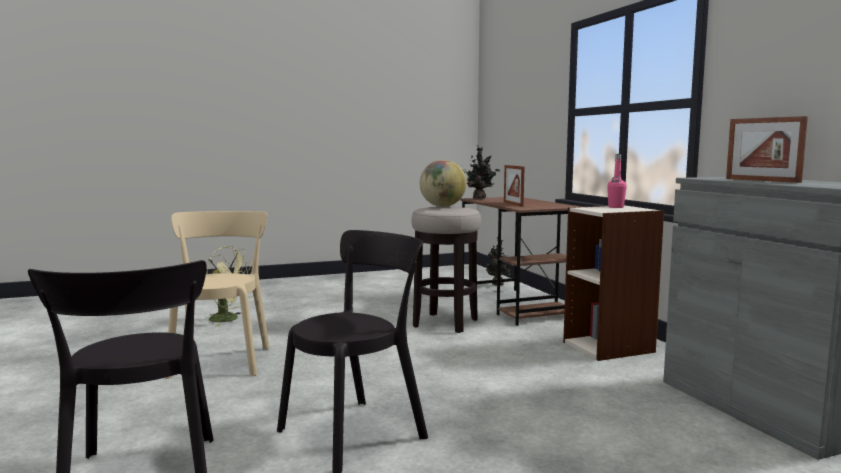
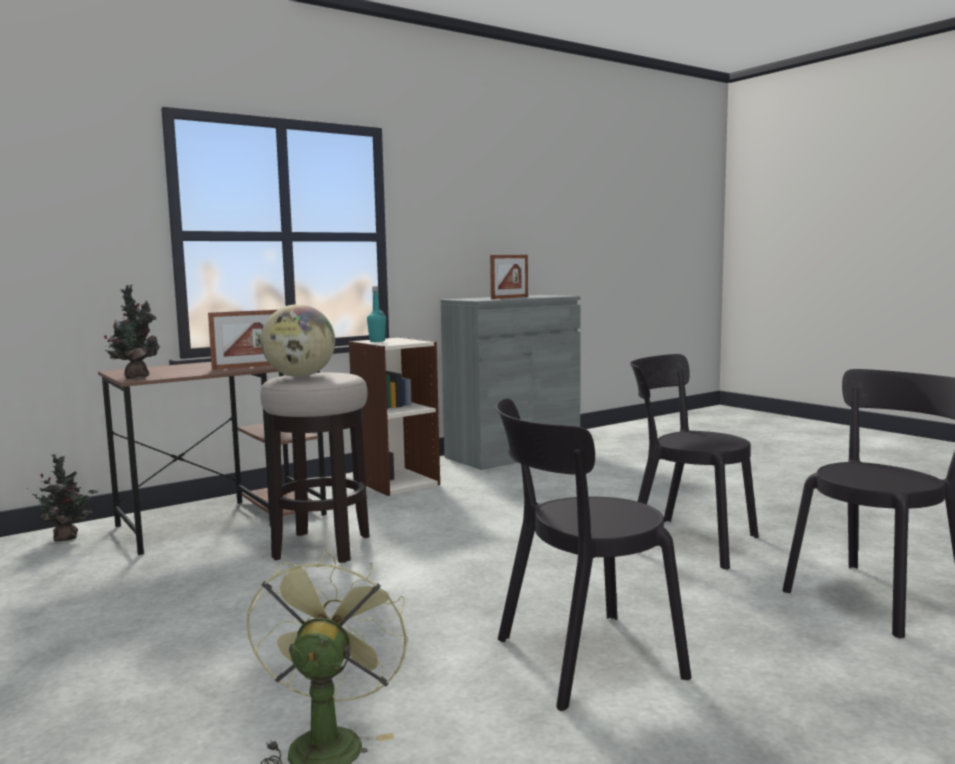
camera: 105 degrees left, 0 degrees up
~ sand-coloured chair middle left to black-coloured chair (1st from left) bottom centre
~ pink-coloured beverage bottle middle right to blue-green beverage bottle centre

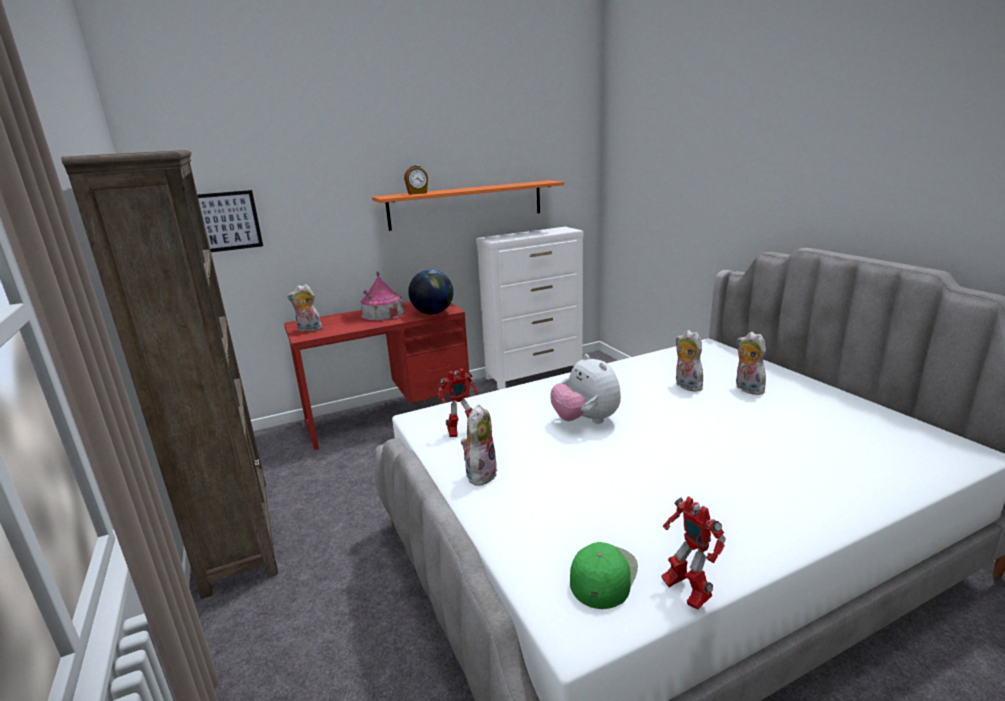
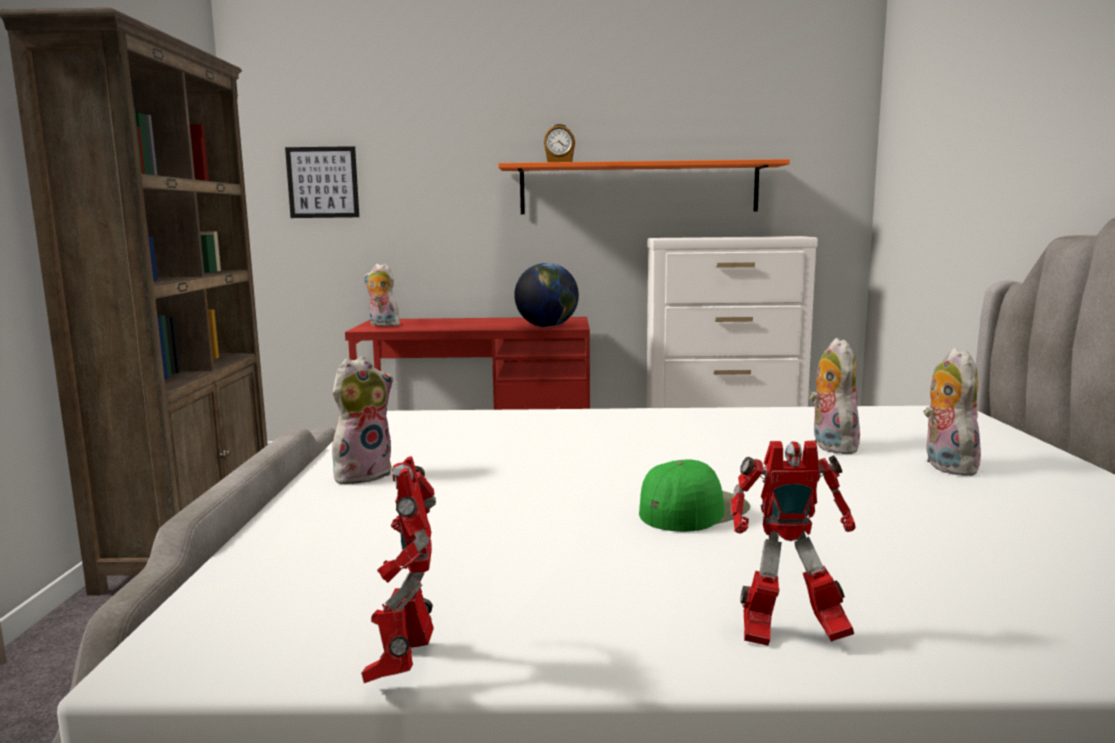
camera: 25 degrees right, 10 degrees down
- miniature house centre
- plush toy (3rd from left) centre
~ robot figure (1st from left in the first image) centre to robot figure (2nd from left) bottom right
~ greenish peaked cap bottom centre to centre

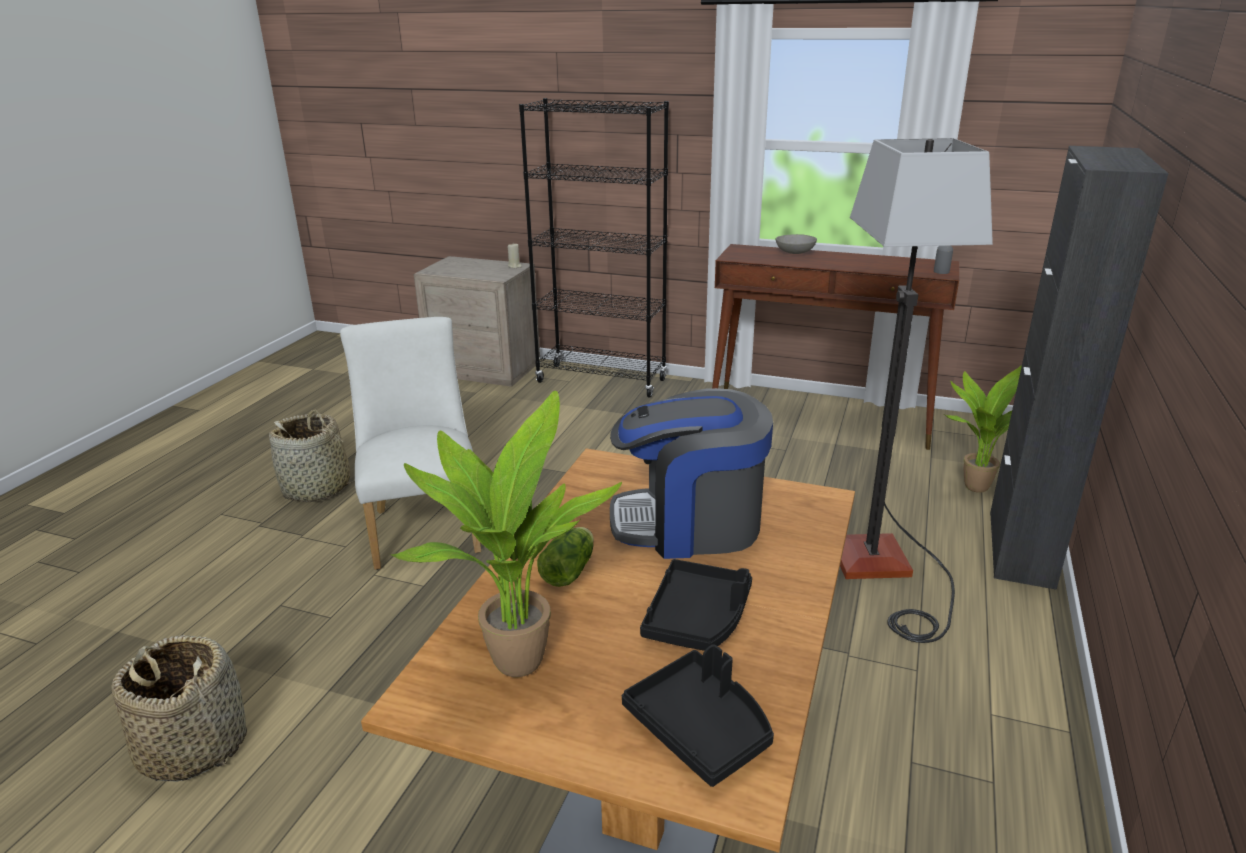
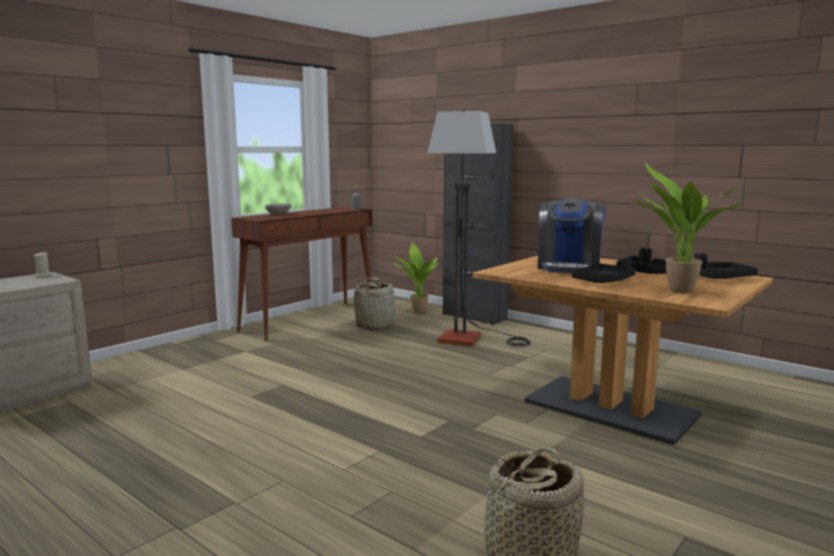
camera: 70 degrees left, 15 degrees down
- white chair middle left
- black-coloured bookshelf top centre
~ household basket (2nd from left in the first image) middle left to household basket (1st from left) centre
~ lettuce centre to black-coloured carrying tray (1st from left) middle right

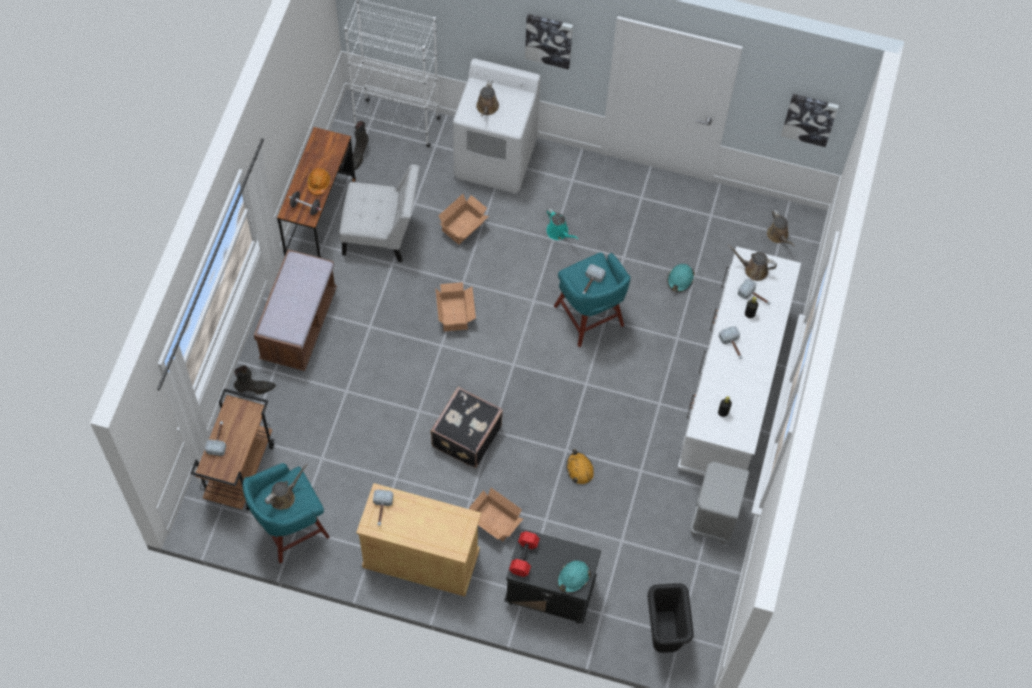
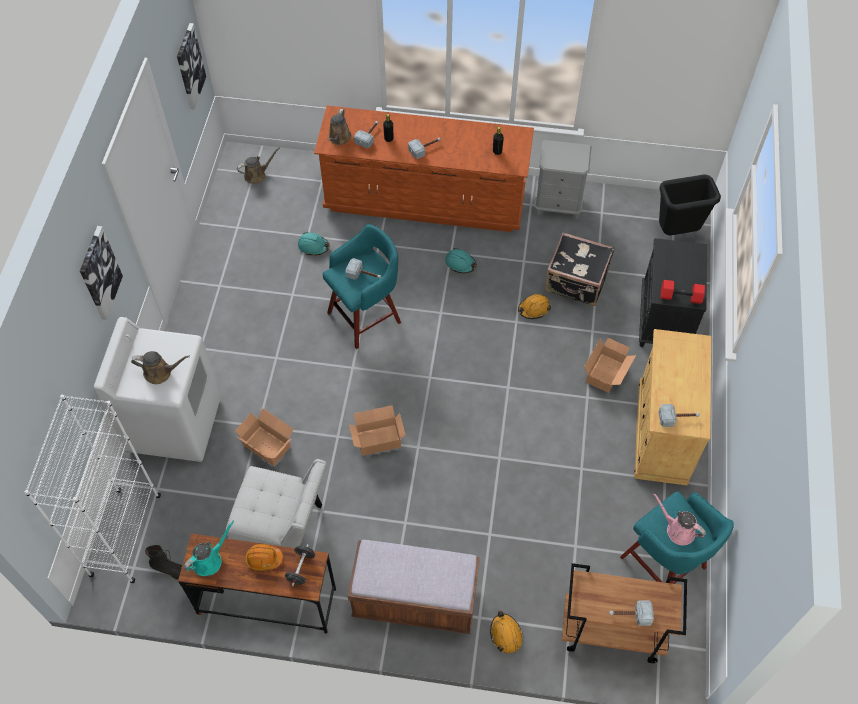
camera: 95 degrees left, 5 degrees down
~ black-coloured suitcase centre to middle right
~ blue-green watering pot top centre to bottom left
~ blue-green work helmet (1st from left in the first image) bottom centre to blue-green work helmet (2nd from left) centre
~ black-coloured tall boot (1st from left) middle left to orange work helmet (2nd from left) bottom centre
~ brown watering pot (1st from left) bottom left to pink-coloured watering pot bottom right
~ white dresser middle right to brown dresser top centre
~ white chair top centre = bottom left 105 degrees clockwise

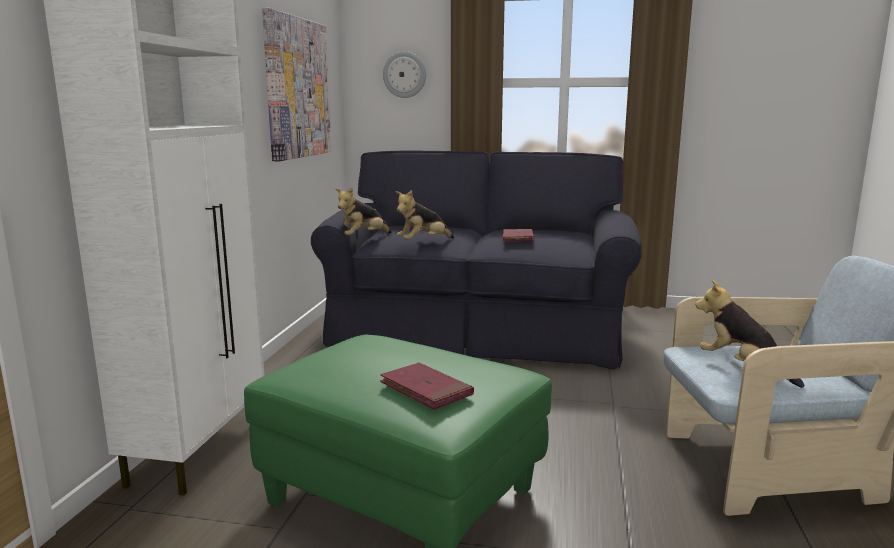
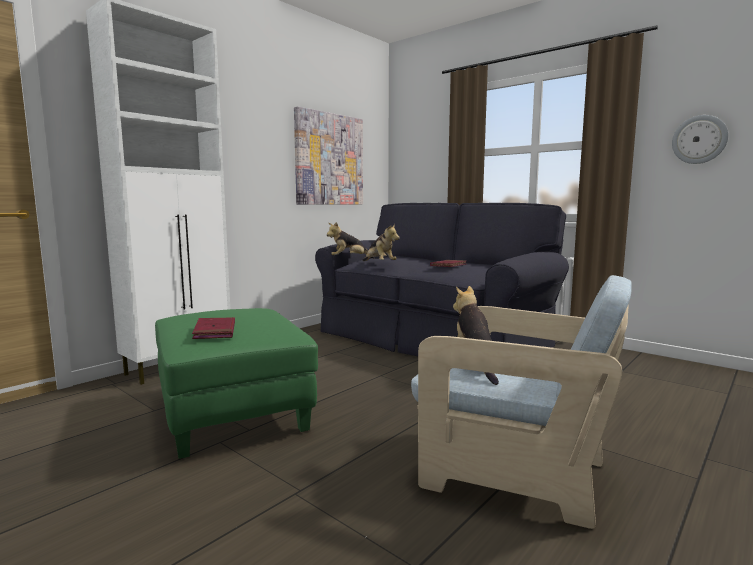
camera: 30 degrees right, 5 degrees down
~ clock on the wall top centre to top right
~ plush toy (2nd from left) centre = centre 120 degrees counterclockwise

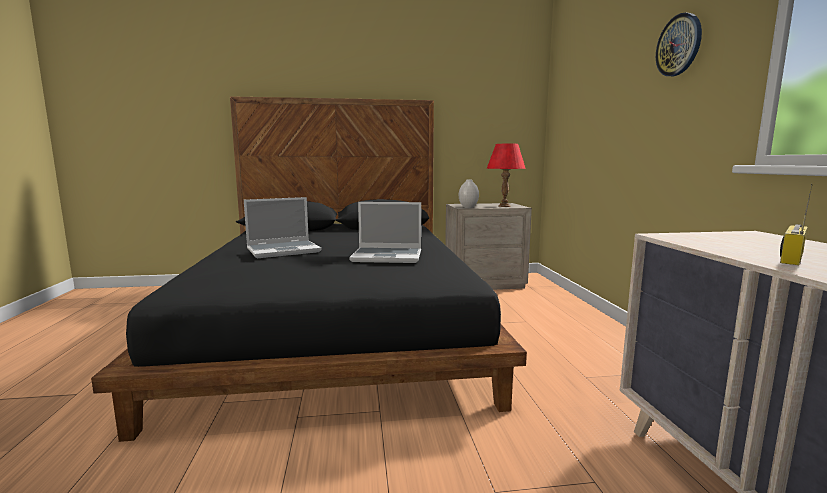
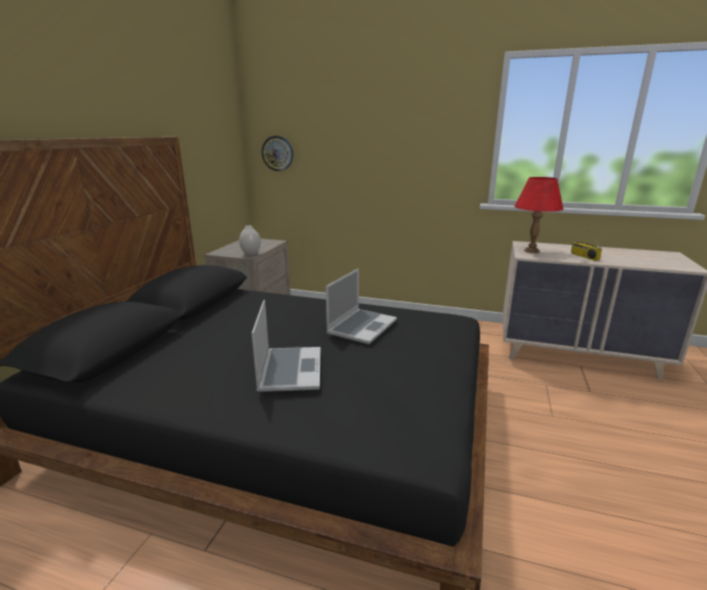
camera: 65 degrees left, 10 degrees up
~ red table lamp centre to middle right
~ clock on the wall top right to top centre

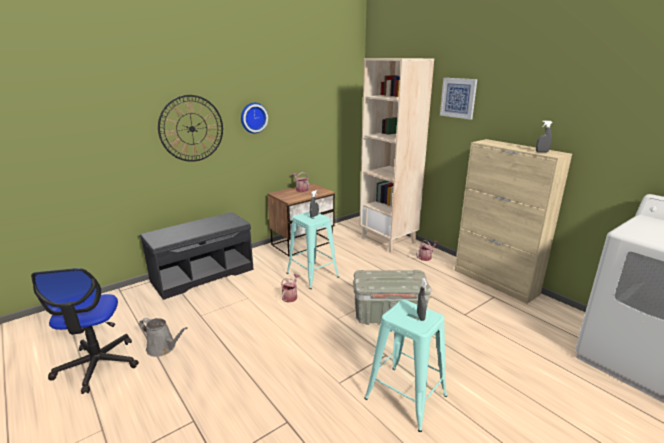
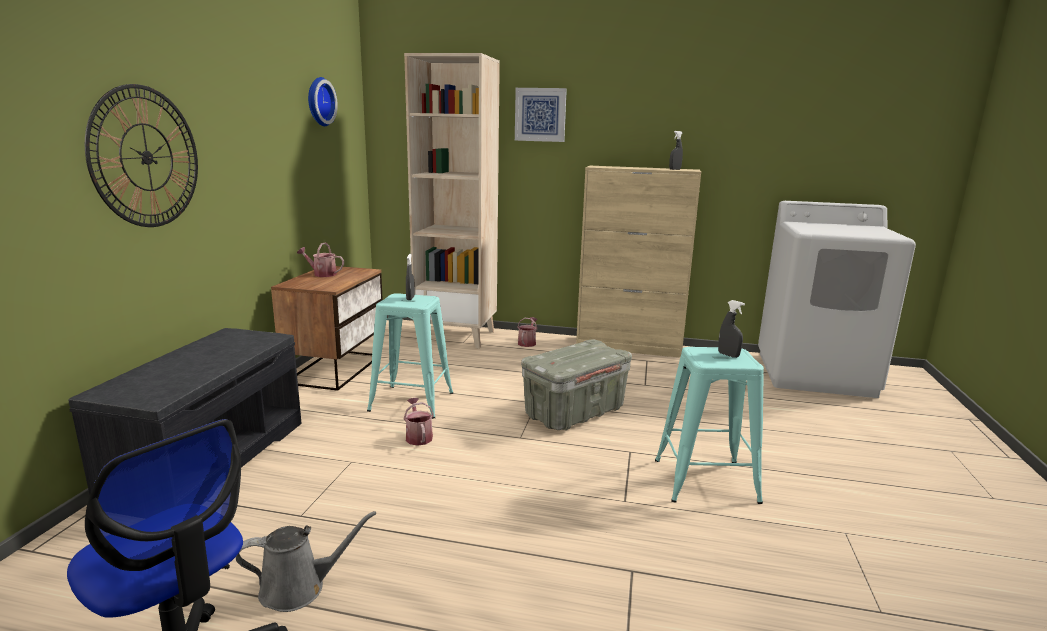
camera: 40 degrees left, 5 degrees down
~ clock on the wall (2nd from left) top centre to top left

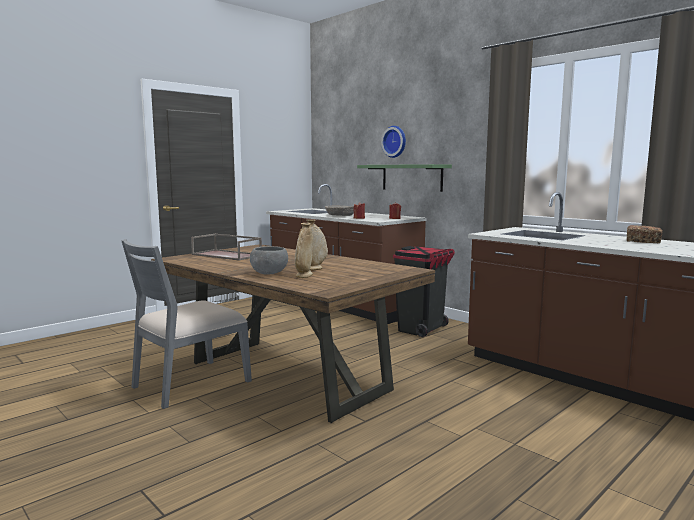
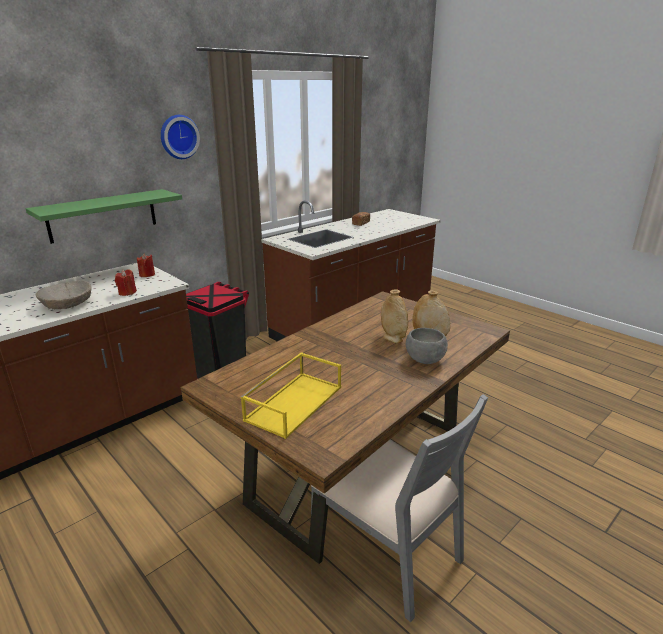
camera: 90 degrees left, 15 degrees up
~ clock on the wall top centre to top left
~ brown carrying tray middle left to yellow carrying tray centre

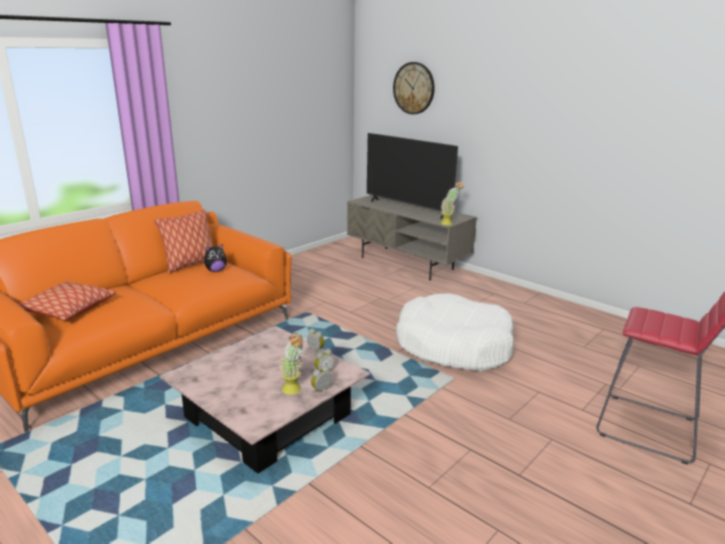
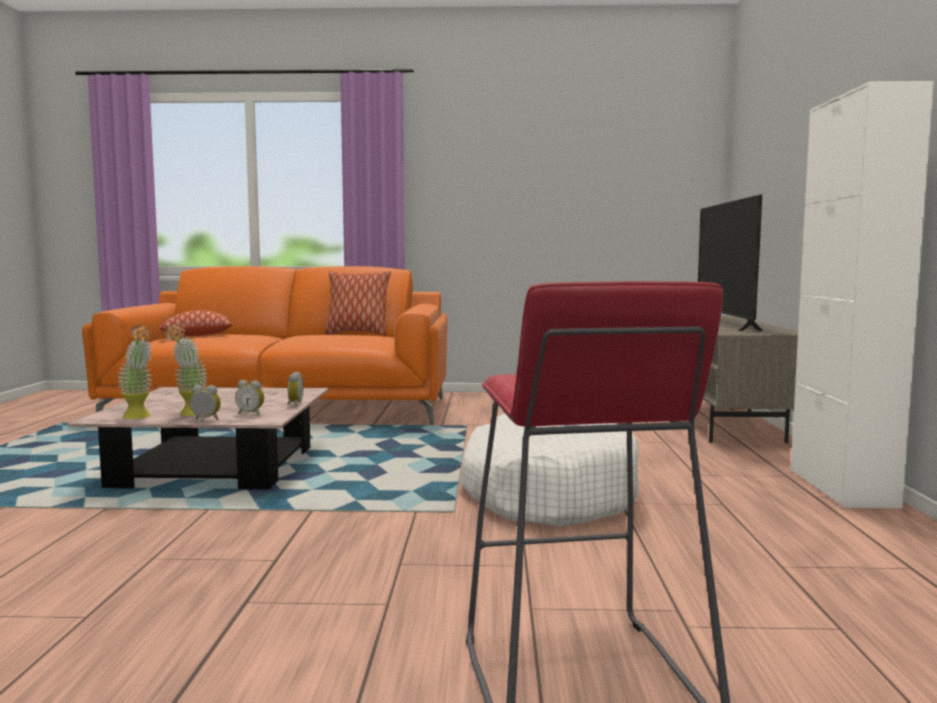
camera: 50 degrees right, 15 degrees down
- plush toy middle left
- clock on the wall top centre
+ white storage cabinet middle right
~ plant in a pot (2nd from left in the first image) centre to plant in a pot (1st from left) middle left

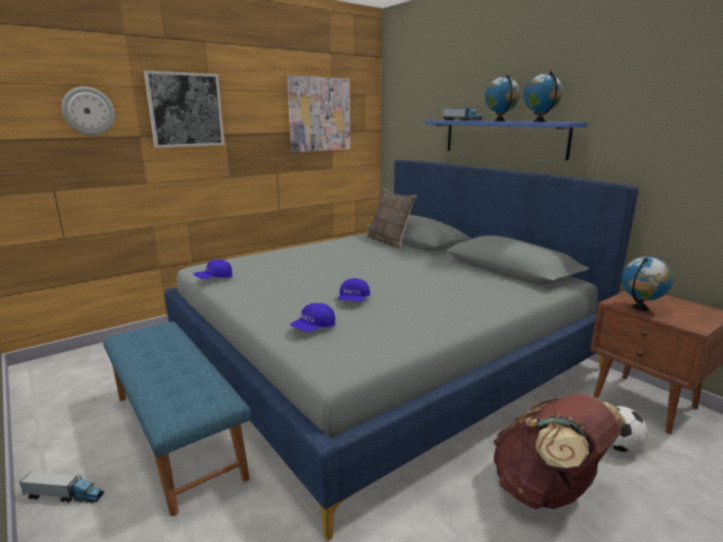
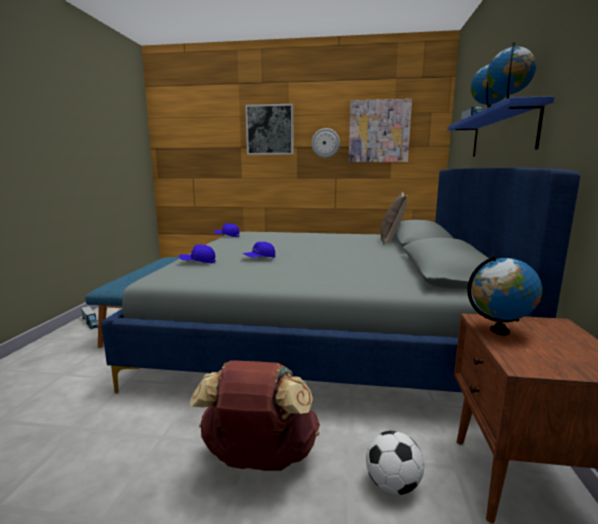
camera: 45 degrees right, 5 degrees down
~ clock on the wall top left to top centre

